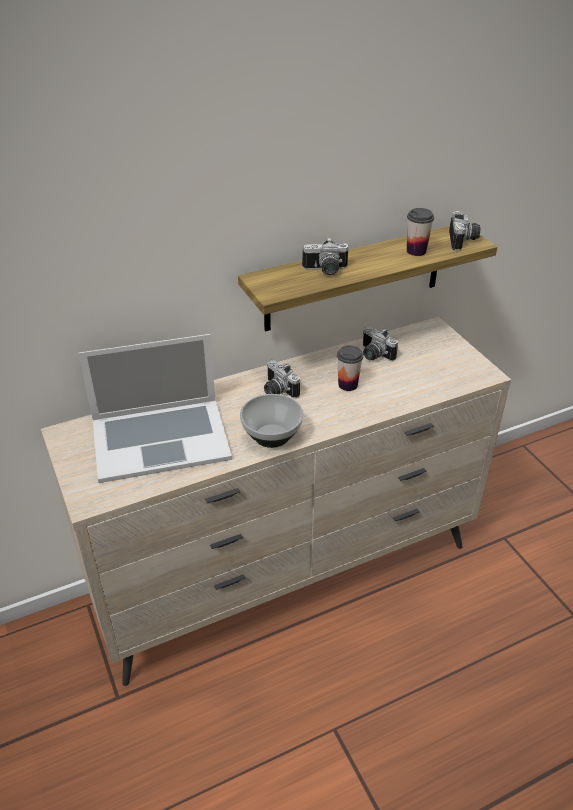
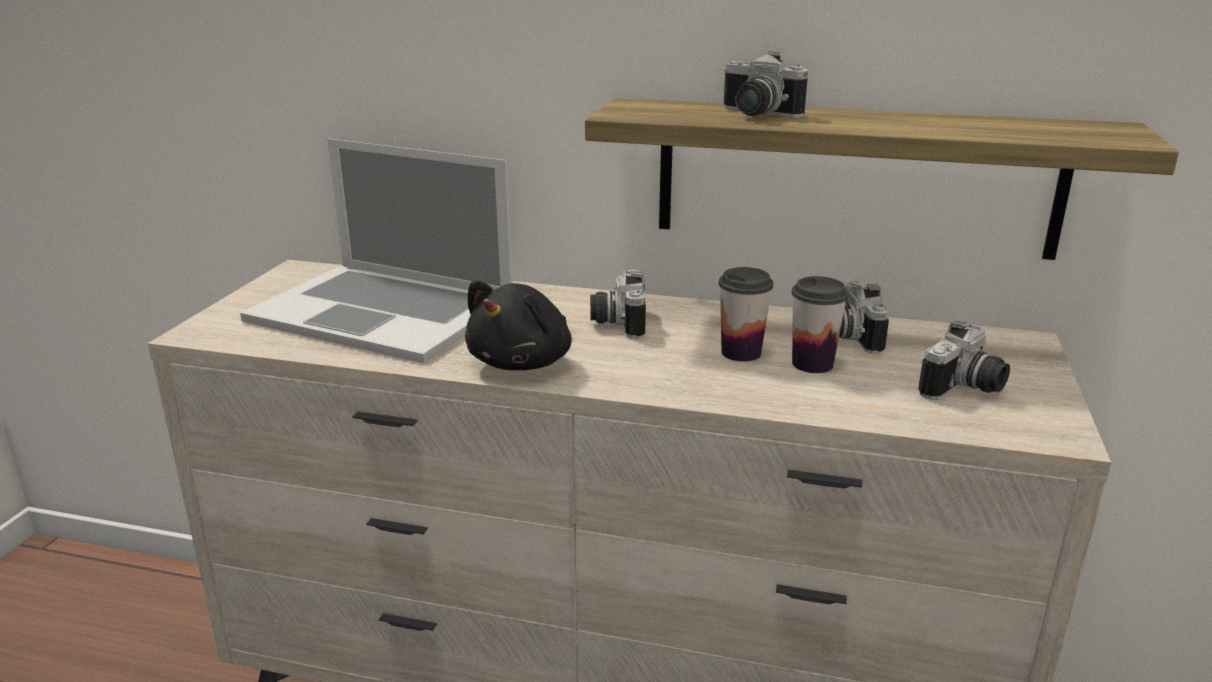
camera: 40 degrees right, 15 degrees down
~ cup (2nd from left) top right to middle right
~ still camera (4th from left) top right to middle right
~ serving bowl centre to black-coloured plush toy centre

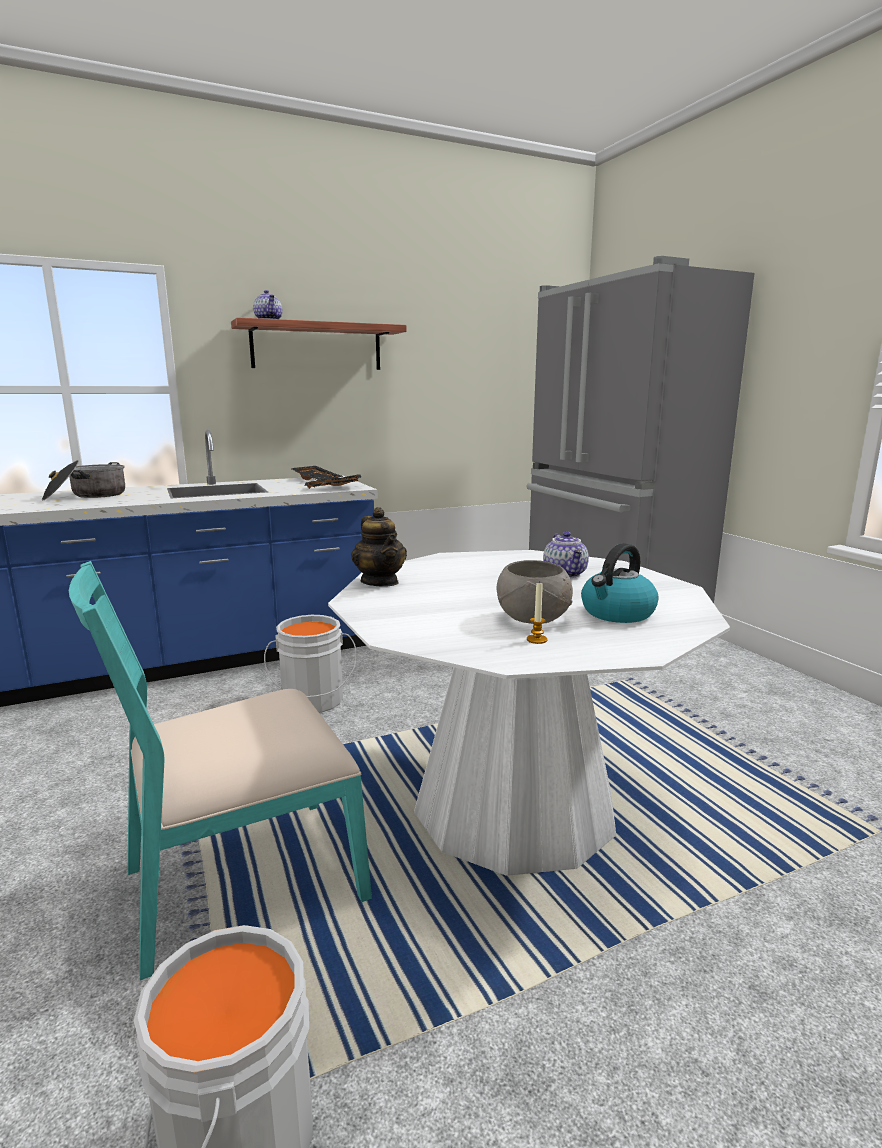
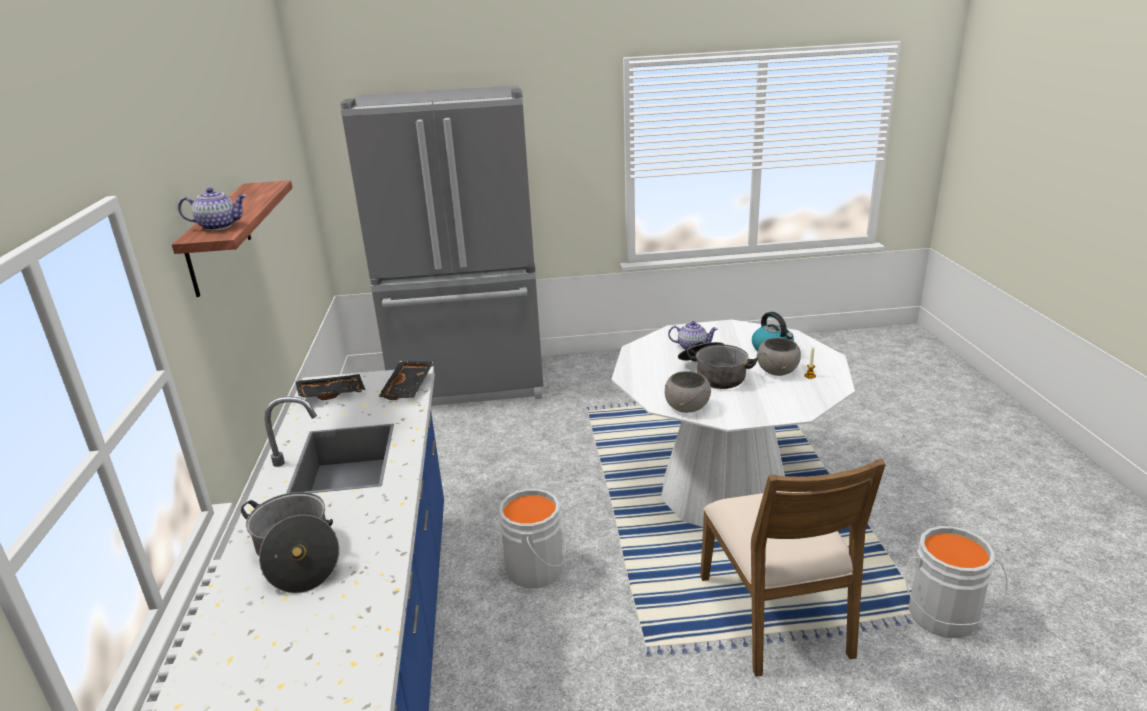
camera: 70 degrees left, 10 degrees up
+ stockpot (2nd from left) centre
~ pot for tea (2nd from left) centre to gray serving bowl (1st from left) centre
~ blue-green chair bottom left to brown chair bottom right

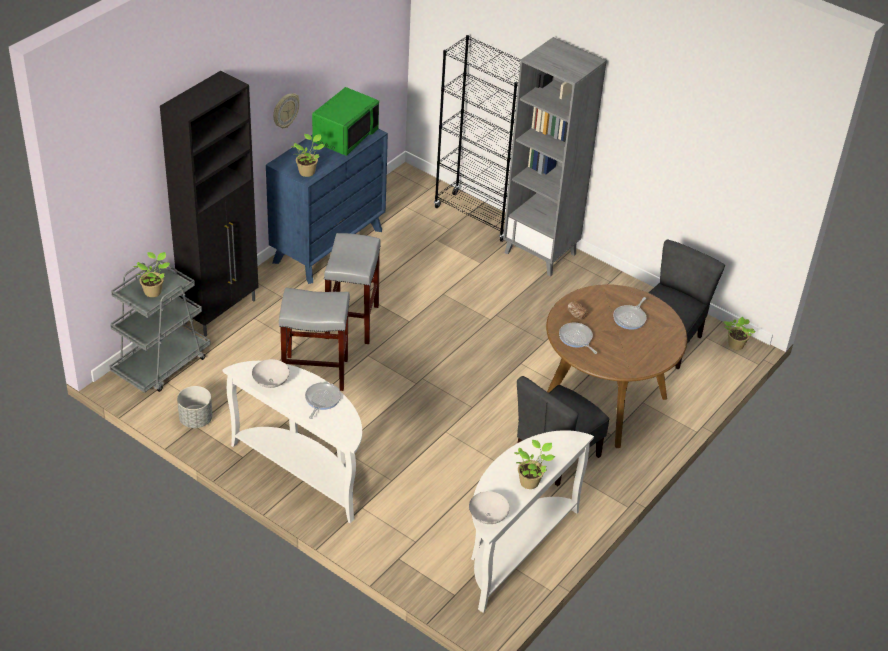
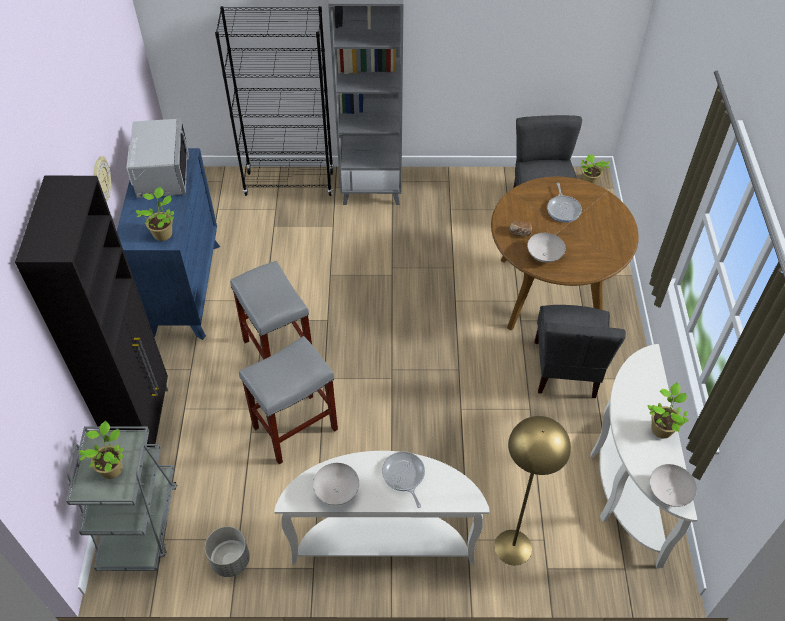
camera: 35 degrees left, 10 degrees up
+ yellow standard lamp bottom right
~ frying pan (2nd from left) centre to white serving bowl (2nd from left) middle right
~ greenish kitchen microwave top centre to gray kitchen microwave top left

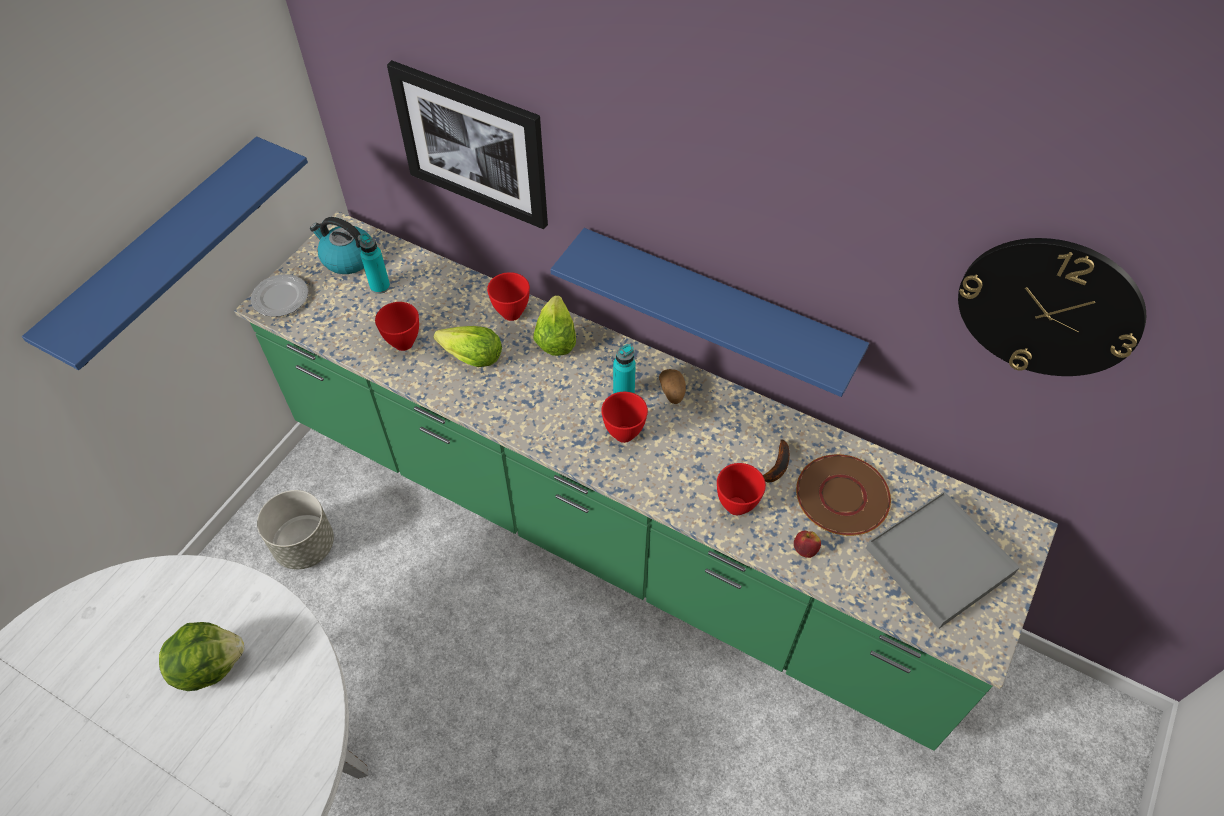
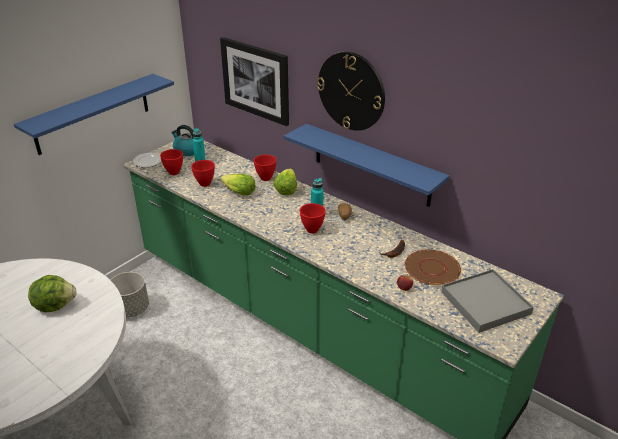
camera: 10 degrees right, 20 degrees down
~ red serving bowl (4th from left in the first image) centre to red serving bowl (1st from left) middle left
~ clock on the wall middle right to top centre

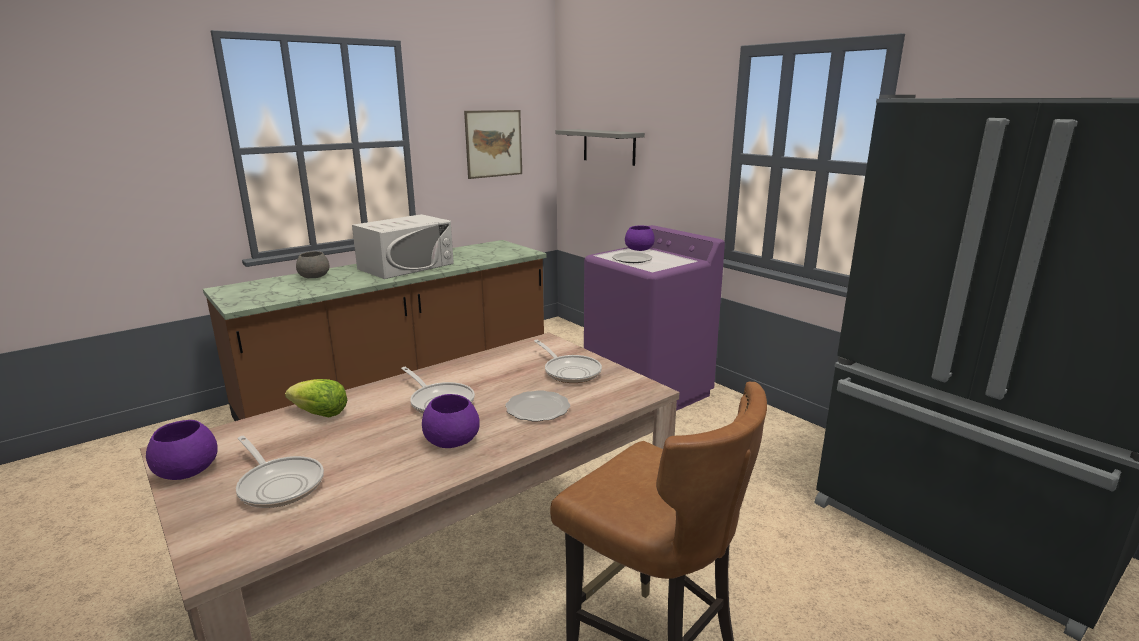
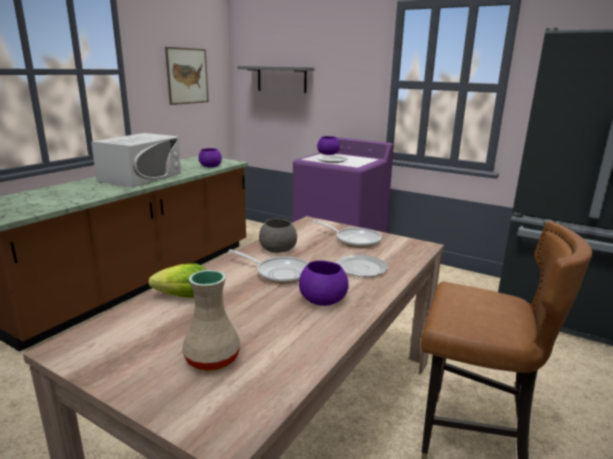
camera: 20 degrees left, 0 degrees up
~ purple-coloured serving bowl (1st from left) bottom left to centre
~ gray serving bowl middle left to centre
~ frying pan (1st from left) bottom left to sand-coloured decorative vase bottom centre

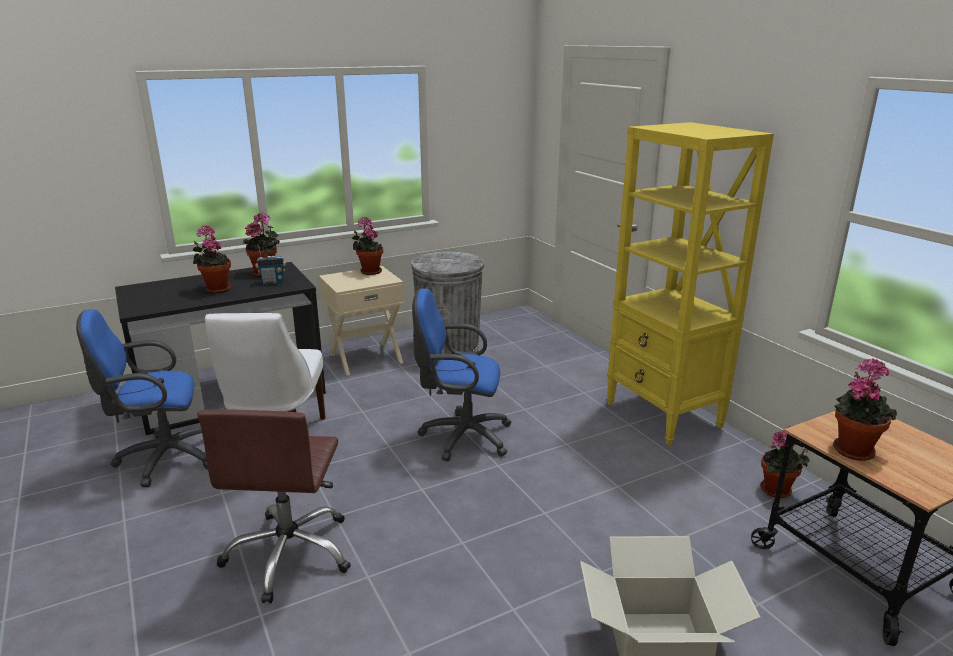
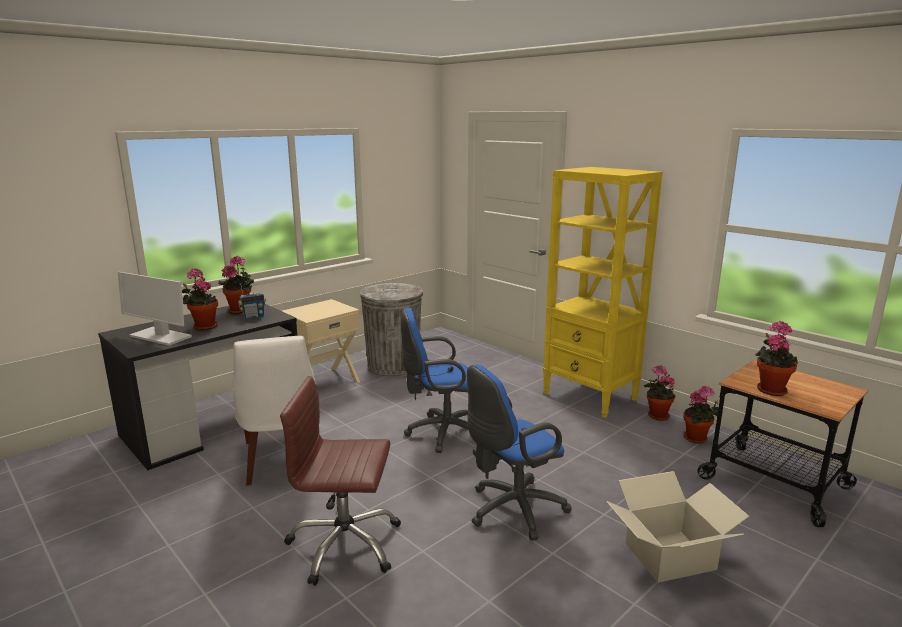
camera: 15 degrees left, 5 degrees down
+ computer display middle left
~ bluish desk chair (1st from left in the first image) middle left to bluish desk chair (2nd from left) bottom centre
~ plant in a pot (3rd from left) centre to middle right
~ brown desk chair bottom left = bottom centre 105 degrees clockwise

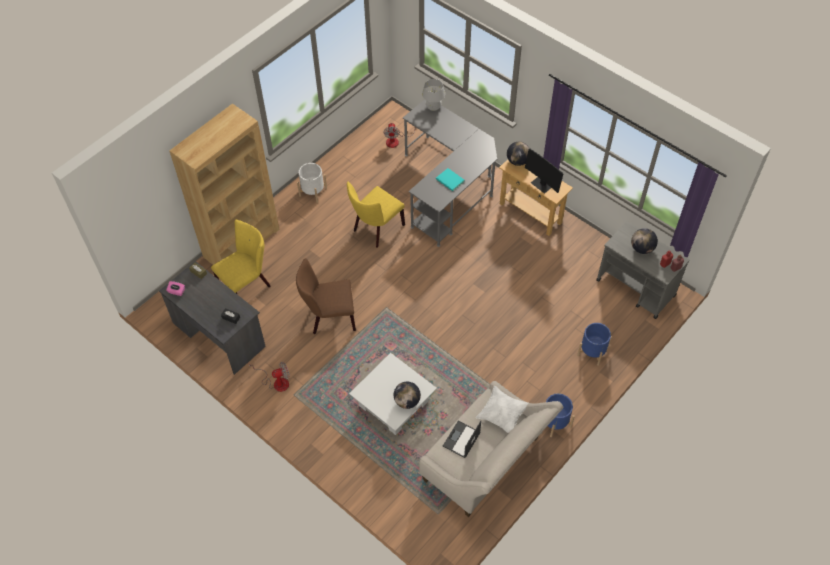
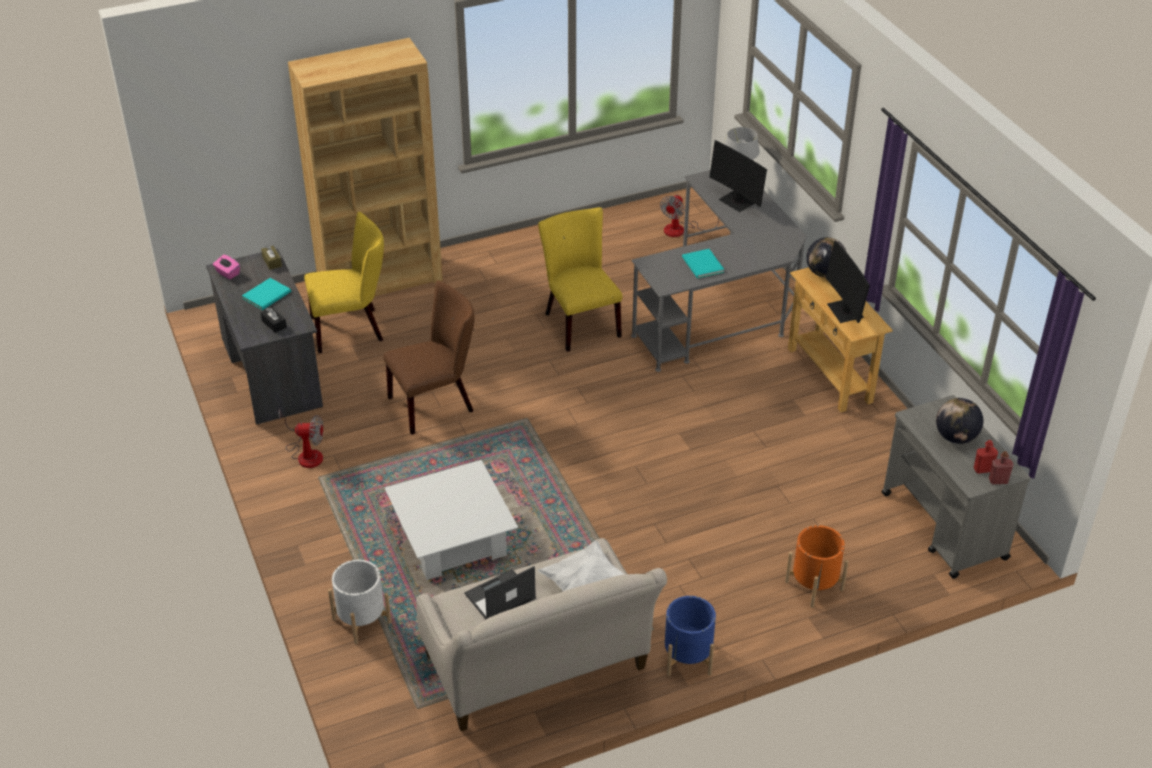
camera: 25 degrees right, 15 degrees down
- globe (1st from left) bottom centre
+ blue-green bound book (1st from left) middle left
+ computer display (1st from left) top centre
~ white plant pot top centre to bottom left
~ bluish plant pot (2nd from left) middle right to orange plant pot bottom right
~ brown chair centre = centre 135 degrees clockwise
~ yellow chair (2nd from left) centre = centre 90 degrees clockwise

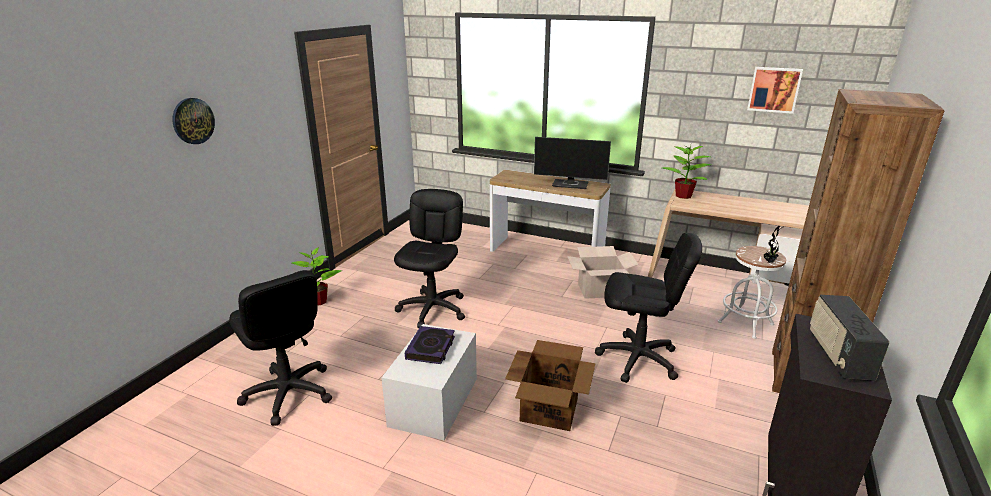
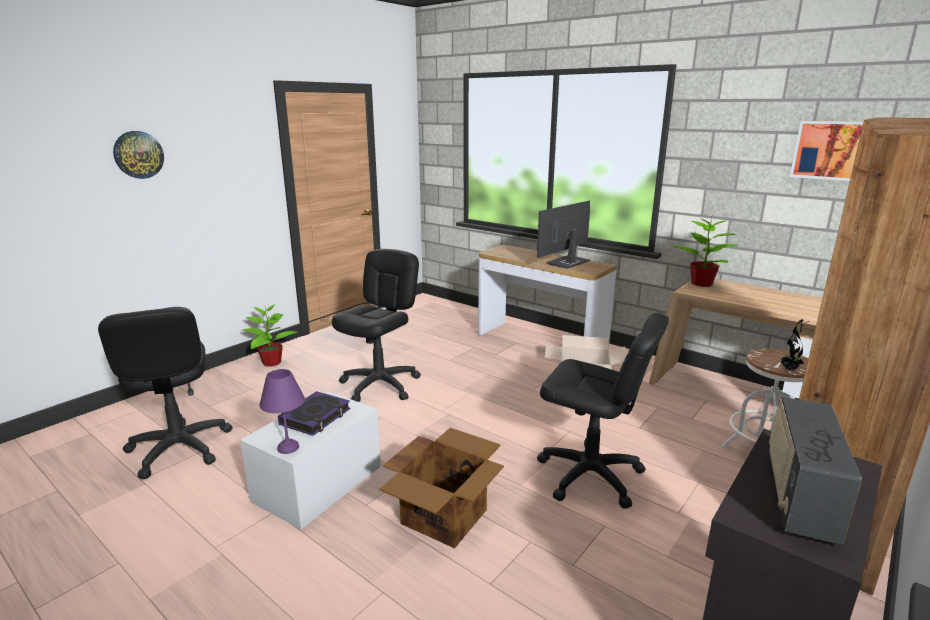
camera: 15 degrees right, 5 degrees down
+ purple-coloured table lamp middle left
~ computer display top centre = centre 105 degrees clockwise

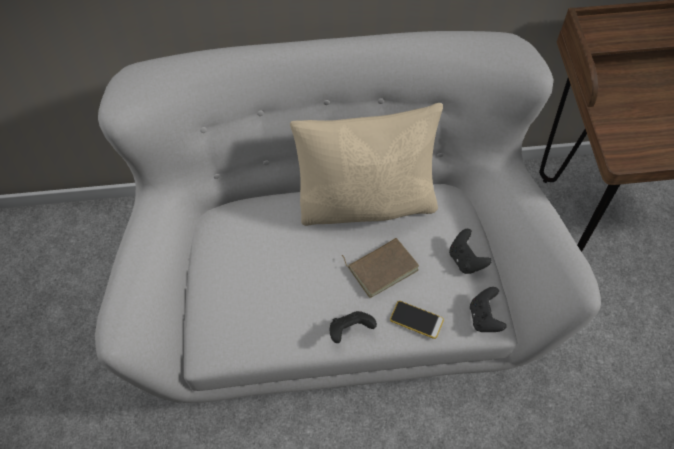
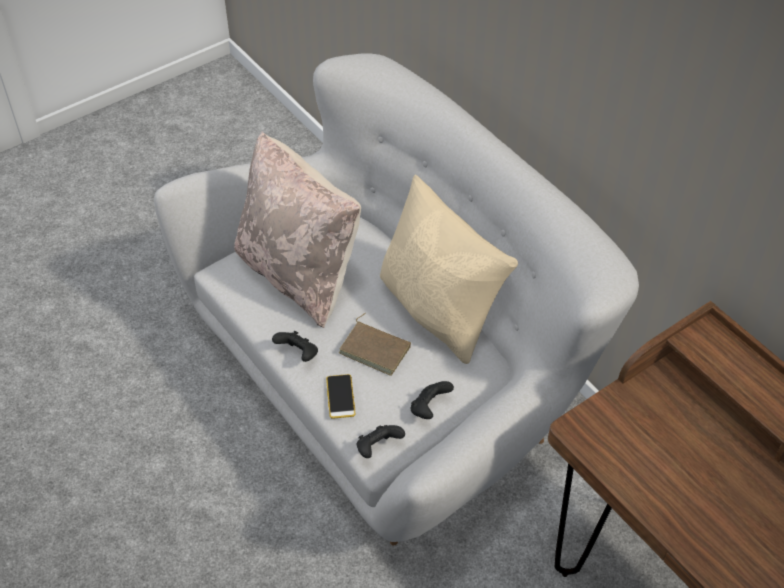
camera: 60 degrees right, 10 degrees down
+ sand-coloured cushion (1st from left) centre

